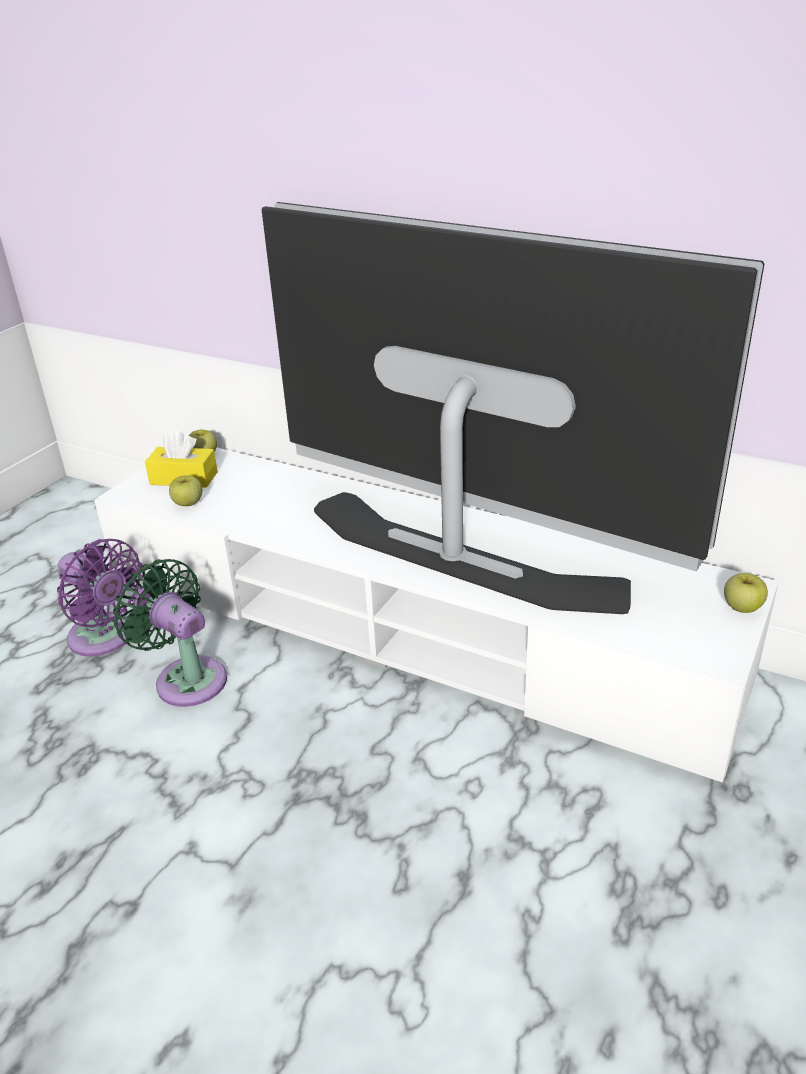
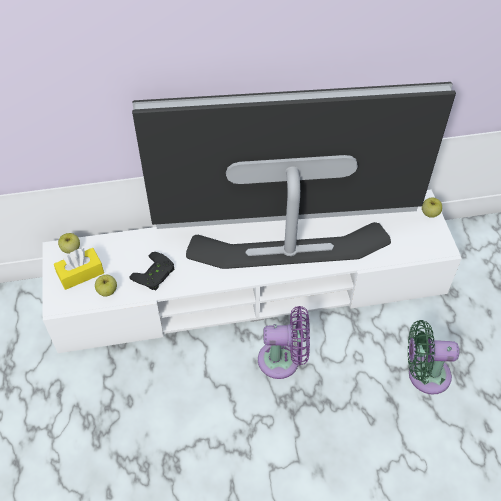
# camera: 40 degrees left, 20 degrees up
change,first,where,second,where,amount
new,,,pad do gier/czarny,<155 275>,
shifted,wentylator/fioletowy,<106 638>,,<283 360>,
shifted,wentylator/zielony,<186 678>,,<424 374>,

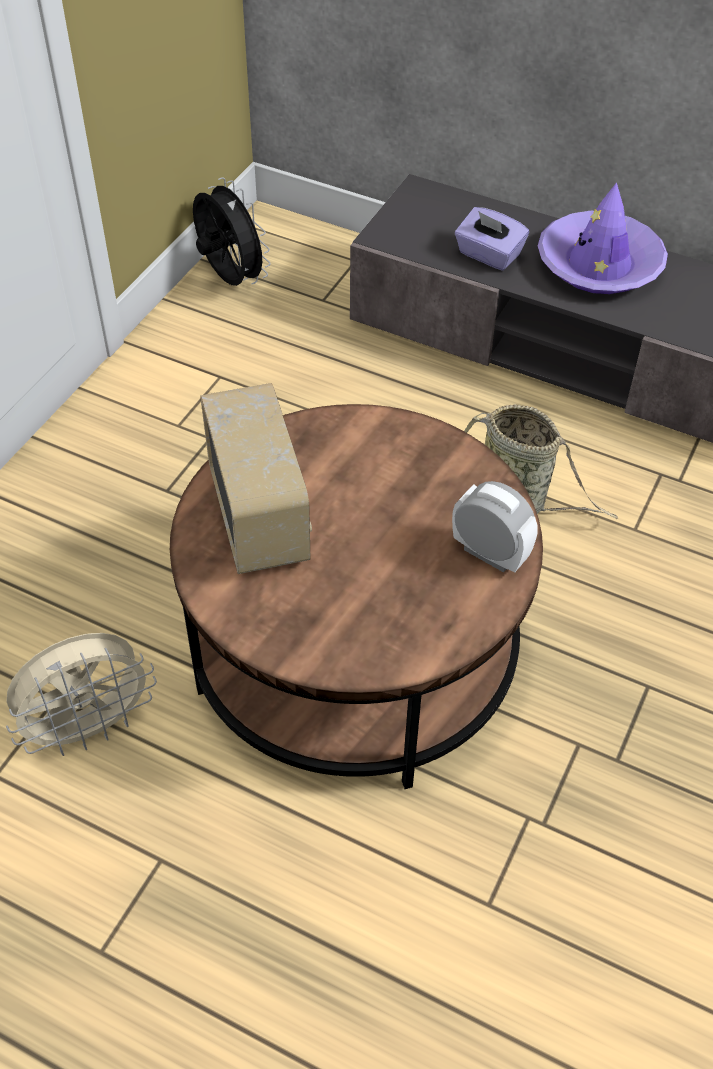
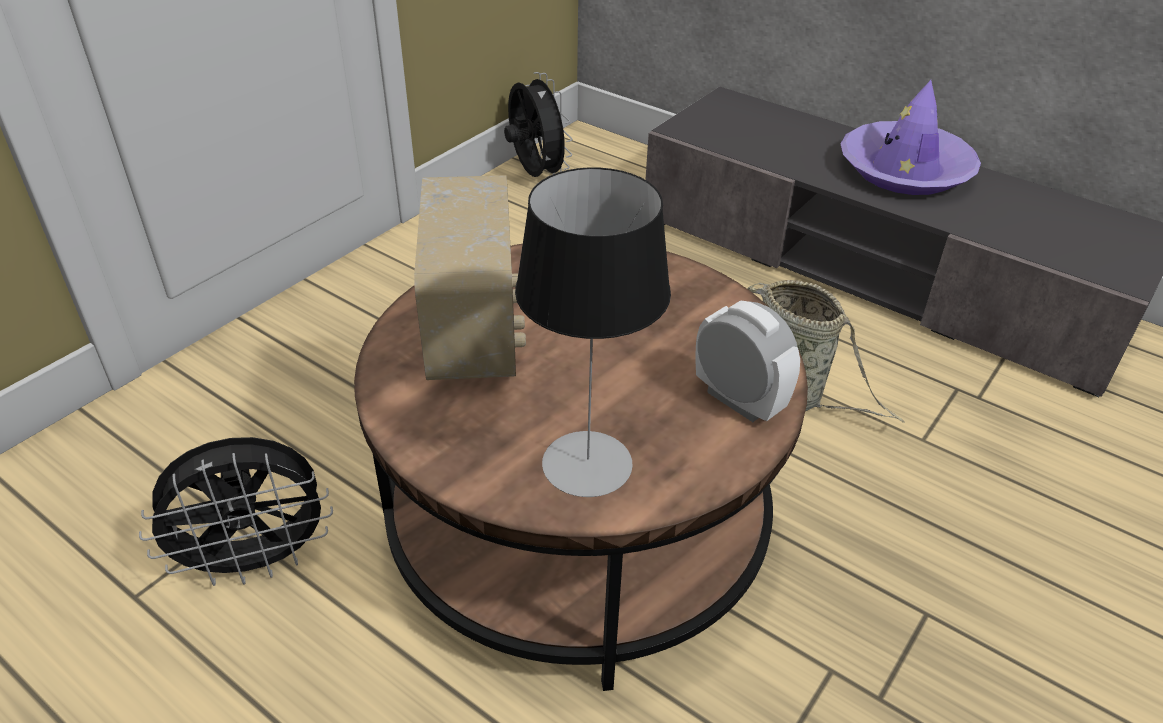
# camera: 10 degrees right, 10 degrees down
change,first,where,second,where,amount
gone,pudełko chusteczek/fioletowy,<488 255>,,,
new,,,lampa stołowa,<587 464>,
repainted,wentylator/beżowy,<89 728>,wentylator/czarny,<257 561>,

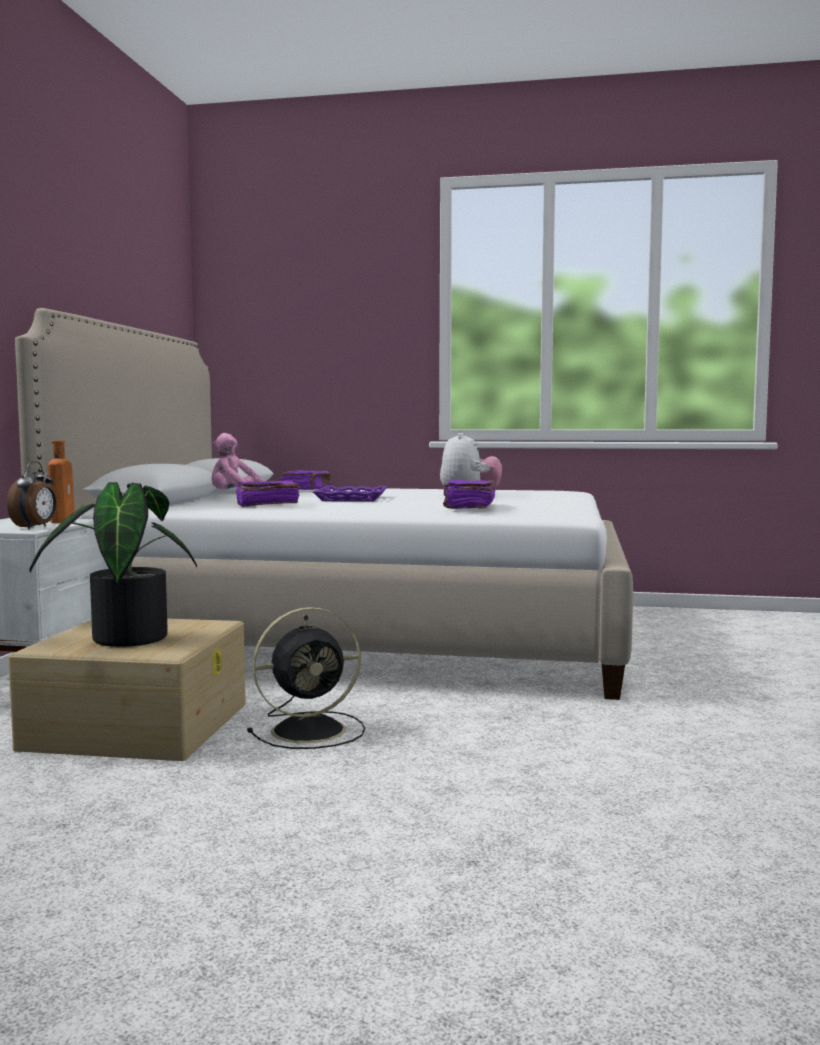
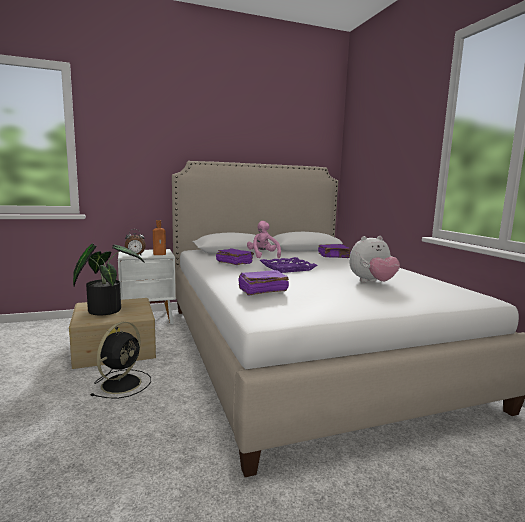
# camera: 60 degrees right, 5 degrees up
change,first,where,second,where,amount
rotated,wentylator/czarny,<312 730>,,<122 383>,105 degrees counterclockwise

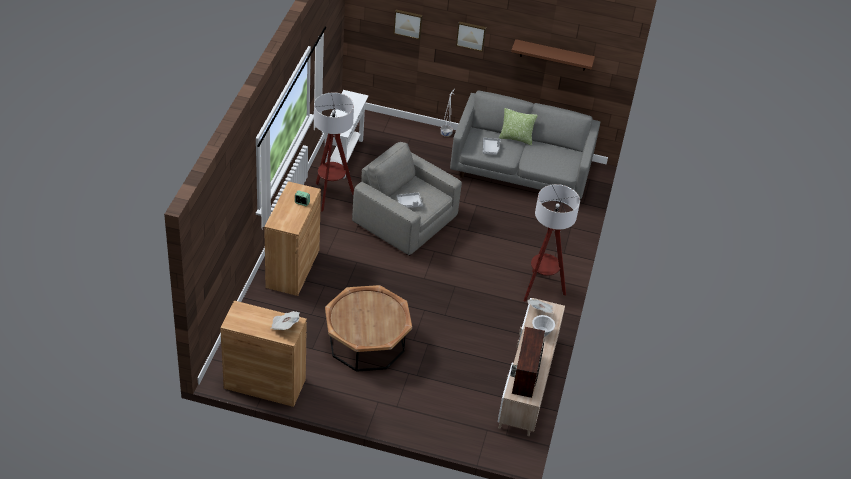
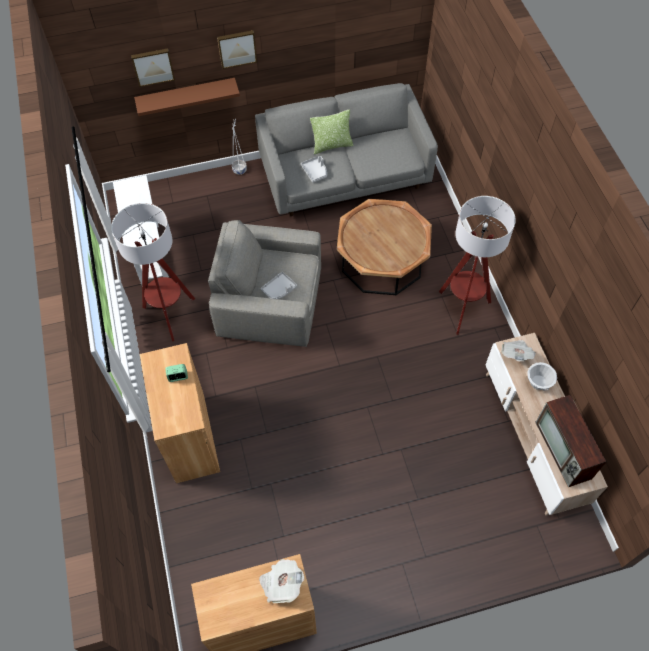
# camera: 25 degrees left, 15 degrees up
change,first,where,second,where,amount
shifted,ława/brązowy,<366 342>,,<382 261>,
shifted,półka/brązowy,<553 55>,,<186 96>,

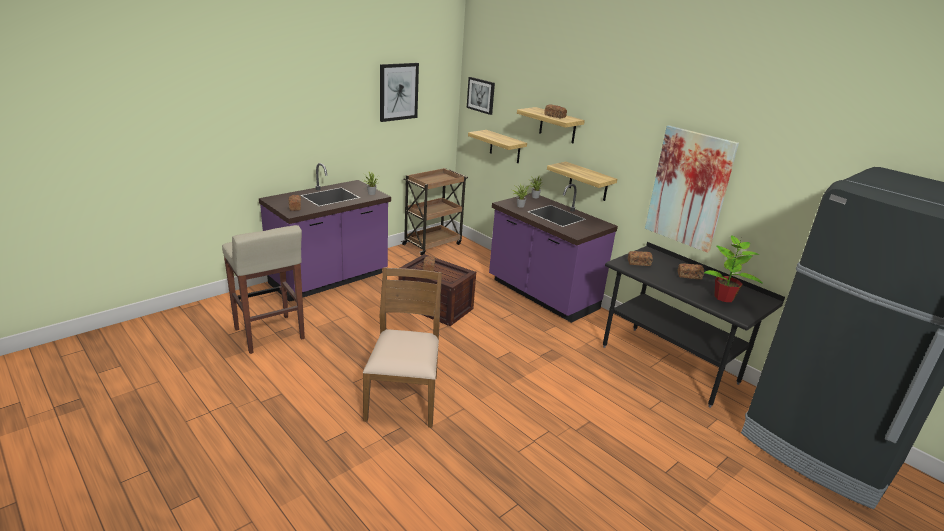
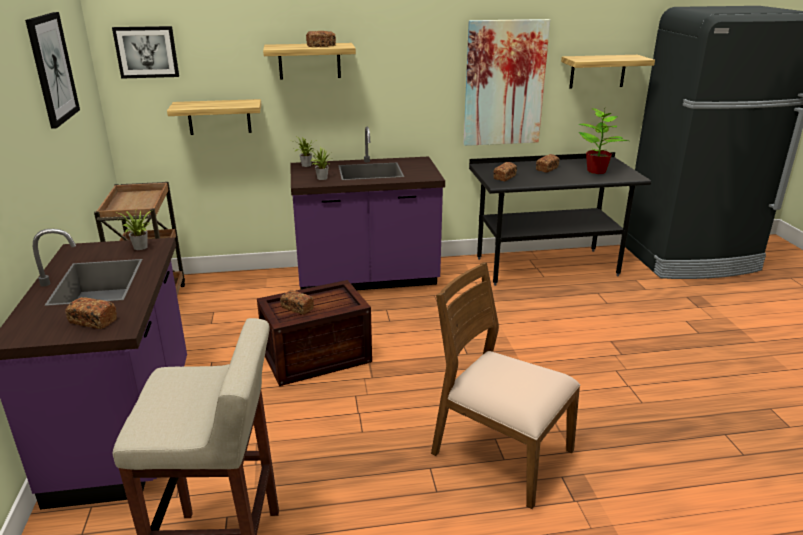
# camera: 55 degrees left, 0 degrees up
change,first,where,second,where,amount
shifted,półka,<588 182>,,<597 71>,

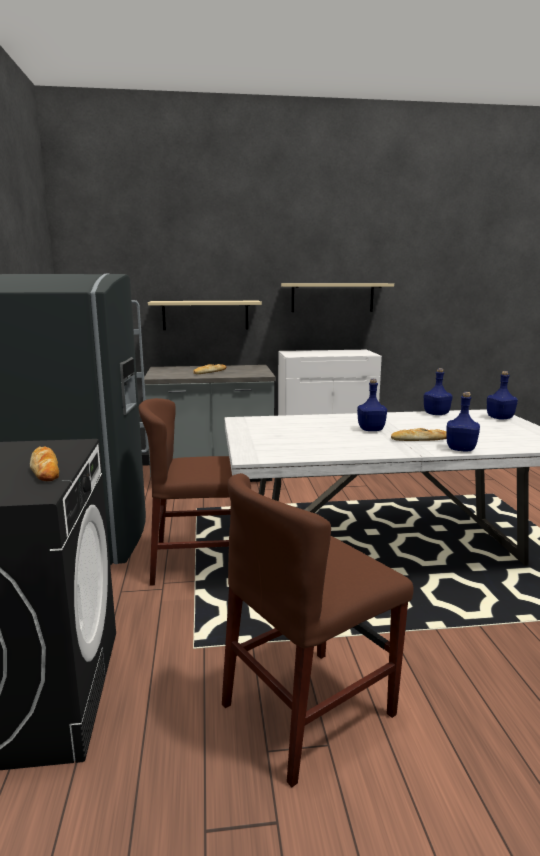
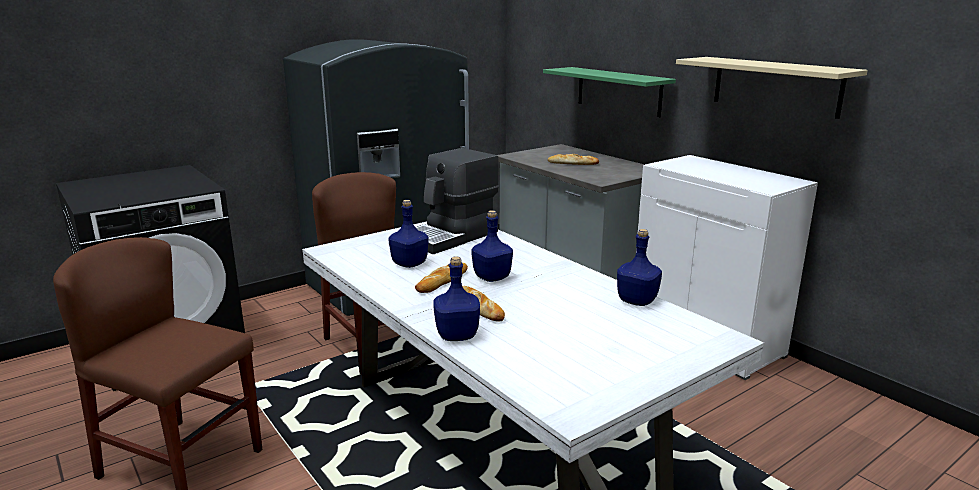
# camera: 60 degrees right, 5 degrees up
change,first,where,second,where,amount
new,,,ekspres do kawy,<451 236>,
shifted,chleb,<45 468>,,<443 281>,
shifted,butelka/niebieski,<499 418>,,<410 263>,
repainted,półka/beżowy,<205 315>,półka/zielony,<618 91>,

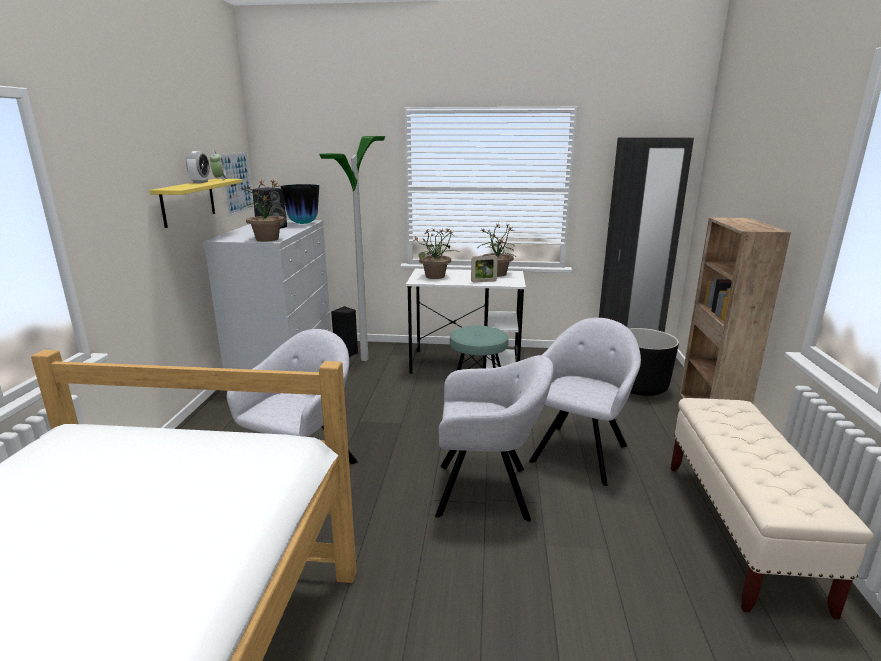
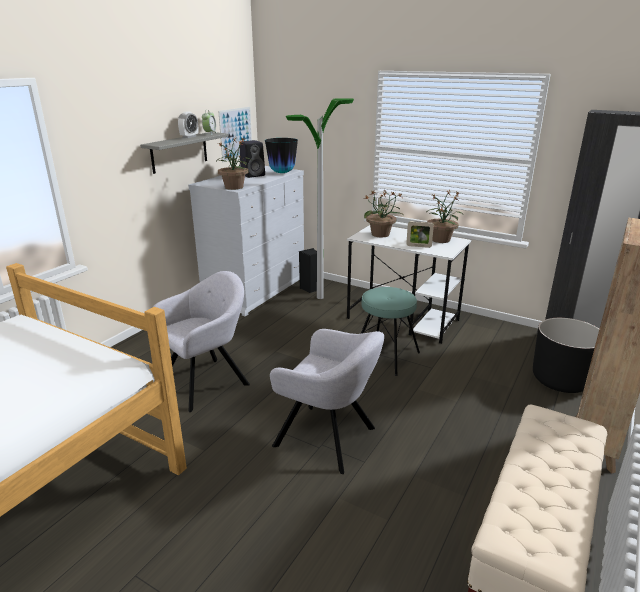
# camera: 25 degrees right, 5 degrees up
change,first,where,second,where,amount
gone,fotel/szary,<580 451>,,,
repainted,półka/żółty,<188 202>,półka/szary,<179 152>,

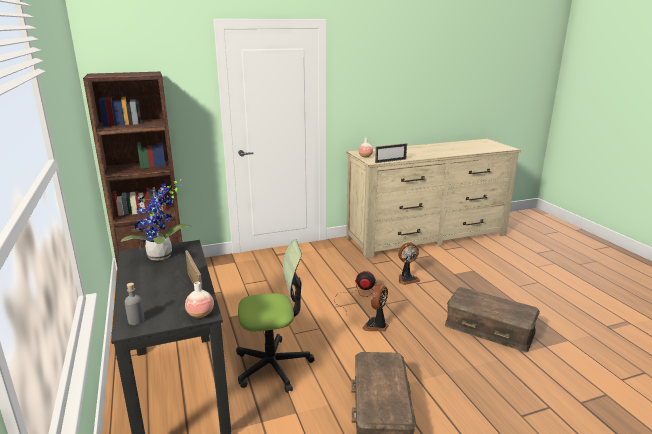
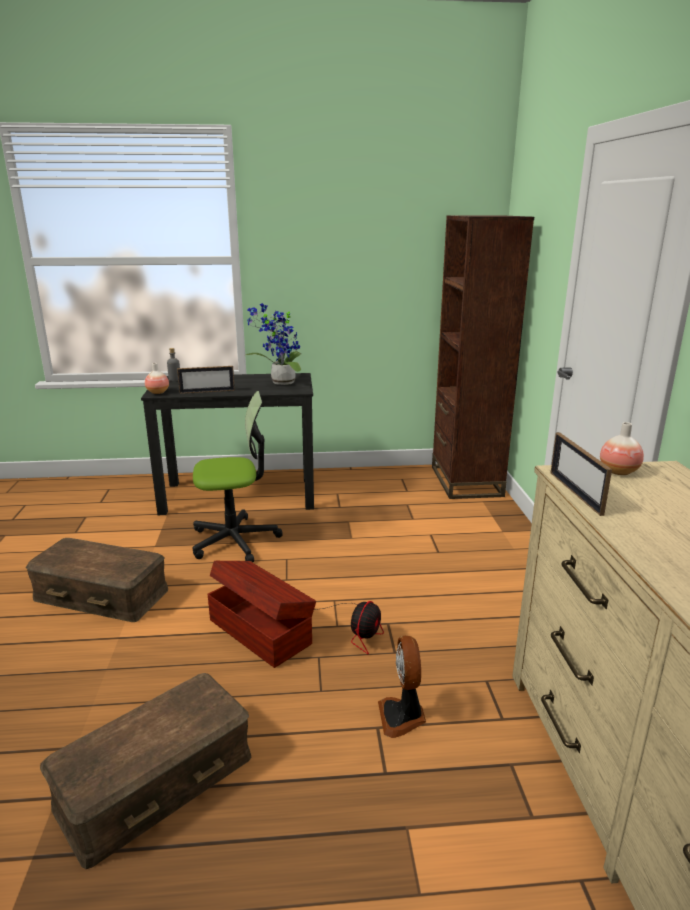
# camera: 105 degrees right, 0 degrees up
change,first,where,second,where,amount
swapped,wentylator,<376 326>,pojemnik do przechowywania/brązowy,<260 630>,
rotated,krzesło biurowe,<273 366>,,<235 540>,105 degrees counterclockwise

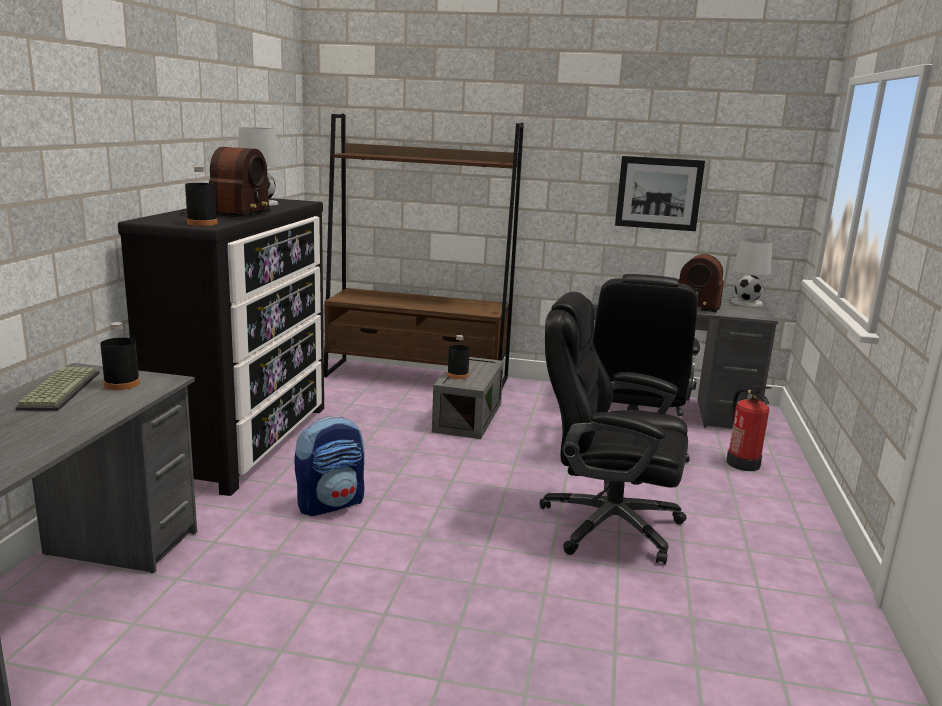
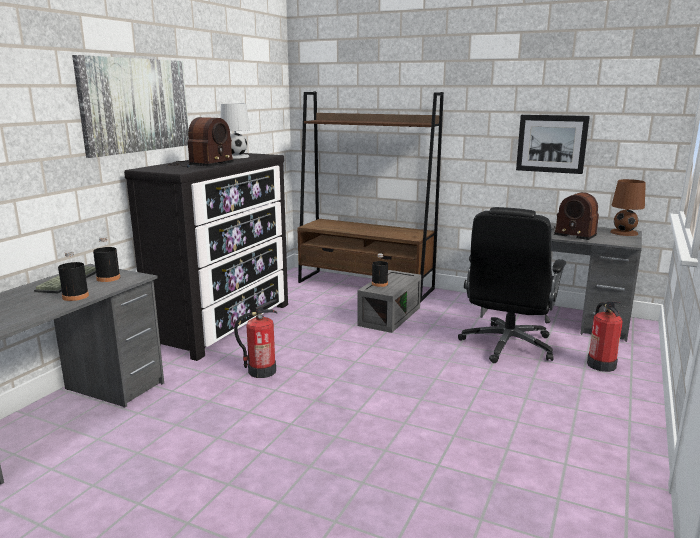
# camera: 15 degrees right, 0 degrees up
change,first,where,second,where,amount
gone,krzesło biurowe/czarny,<606 524>,,,
new,,,obraz,<136 105>,
shifted,butelka/czarny,<202 223>,,<75 296>,
swapped,plecak,<331 504>,gaśnica,<261 371>,
repainted,lampa stołowa/biały,<747 303>,lampa stołowa/brązowy,<624 233>,

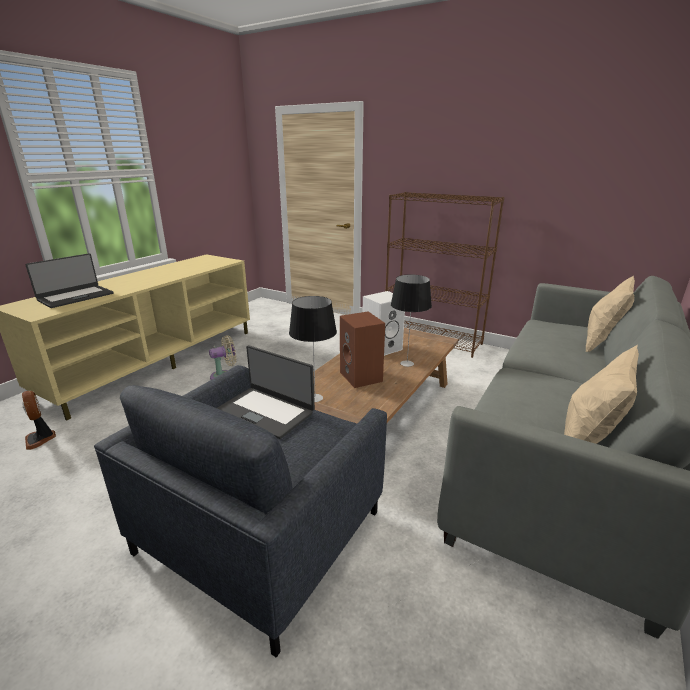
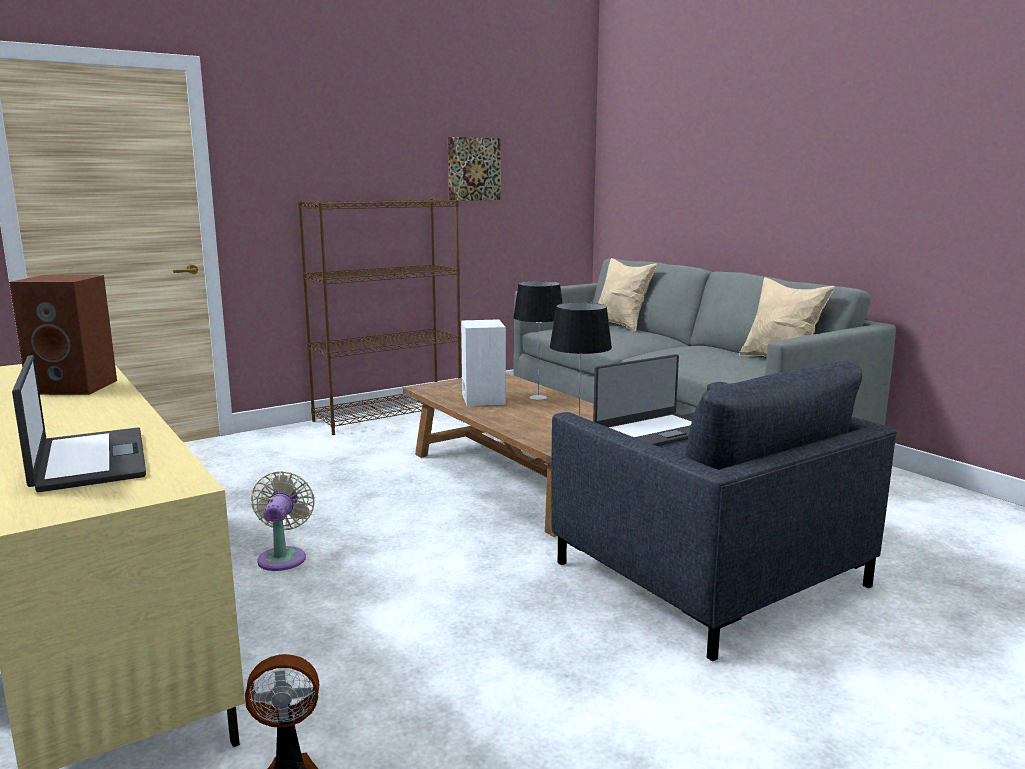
# camera: 65 degrees left, 10 degrees down
change,first,where,second,where,amount
new,,,obraz,<474 169>,
shifted,głośnik/brązowy,<362 377>,,<76 387>,

